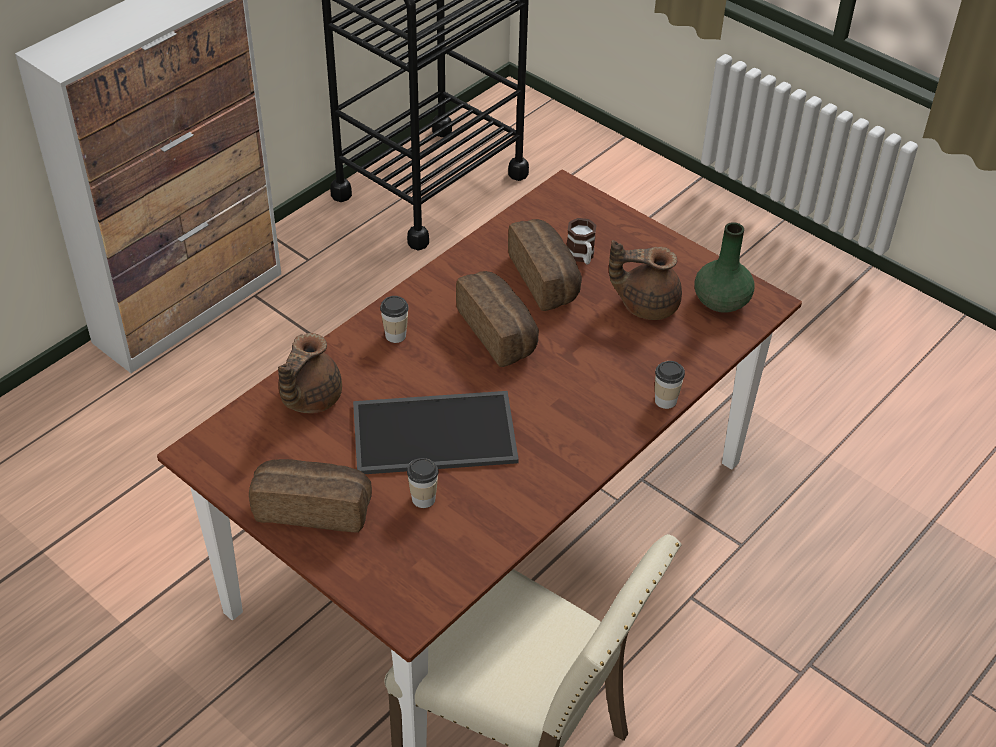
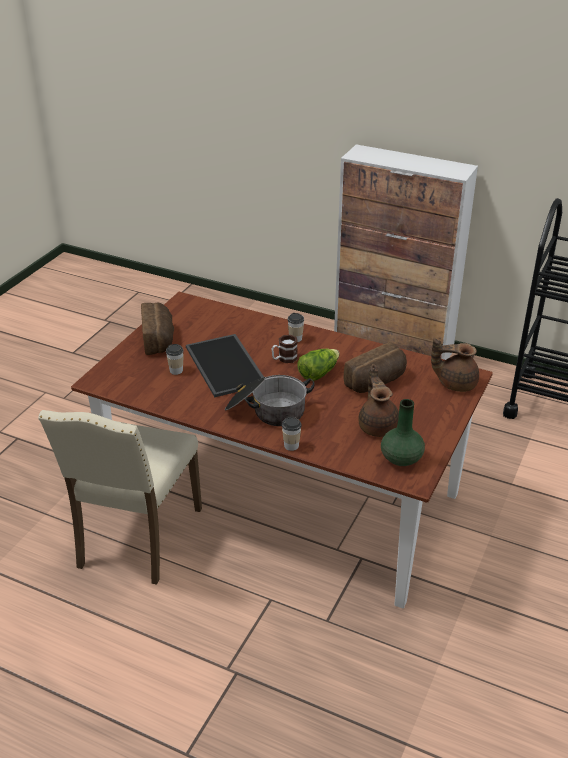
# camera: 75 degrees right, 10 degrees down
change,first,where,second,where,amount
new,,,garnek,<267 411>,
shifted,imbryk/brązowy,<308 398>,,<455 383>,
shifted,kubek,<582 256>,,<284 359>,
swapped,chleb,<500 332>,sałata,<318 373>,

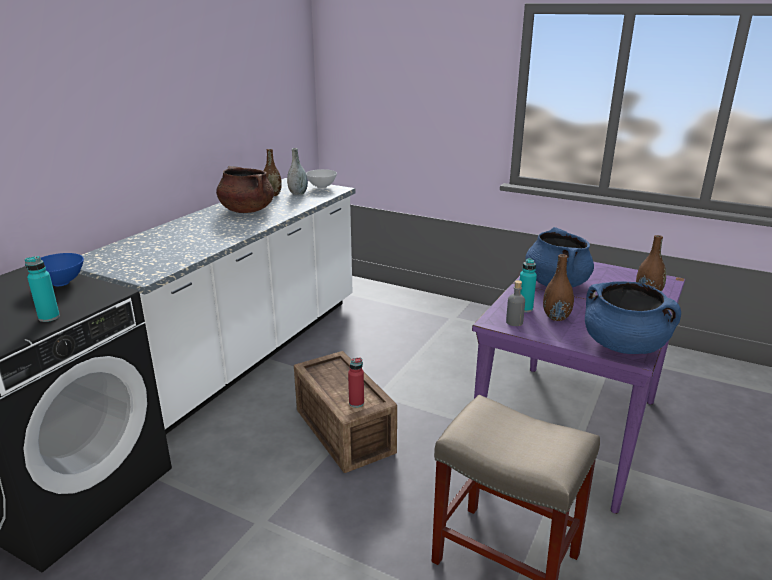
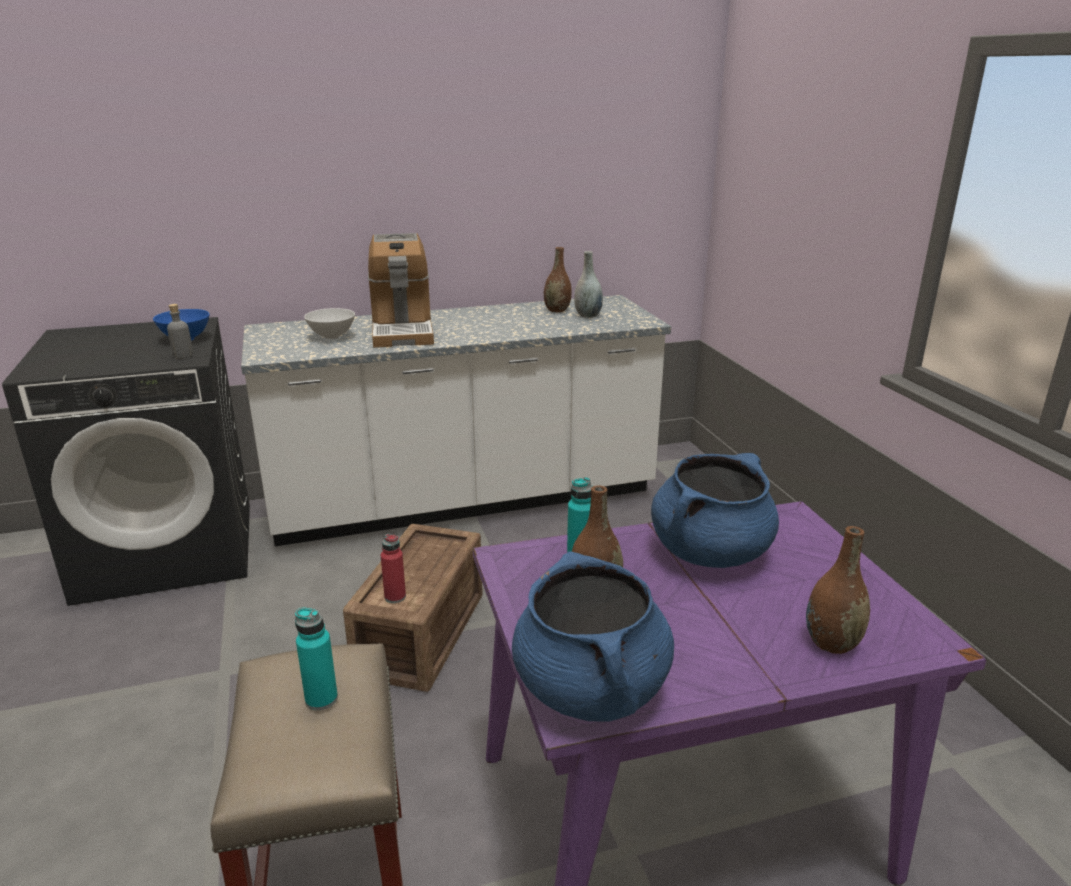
# camera: 45 degrees right, 0 degrees up
change,first,where,second,where,amount
gone,garnek/brązowy,<246 210>,,,
new,,,ekspres do kawy,<402 330>,
shifted,butelka/turkusowy,<49 317>,,<321 699>,
shifted,miska/biały,<322 187>,,<332 337>,
shifted,butelka/szary,<514 322>,,<183 355>,

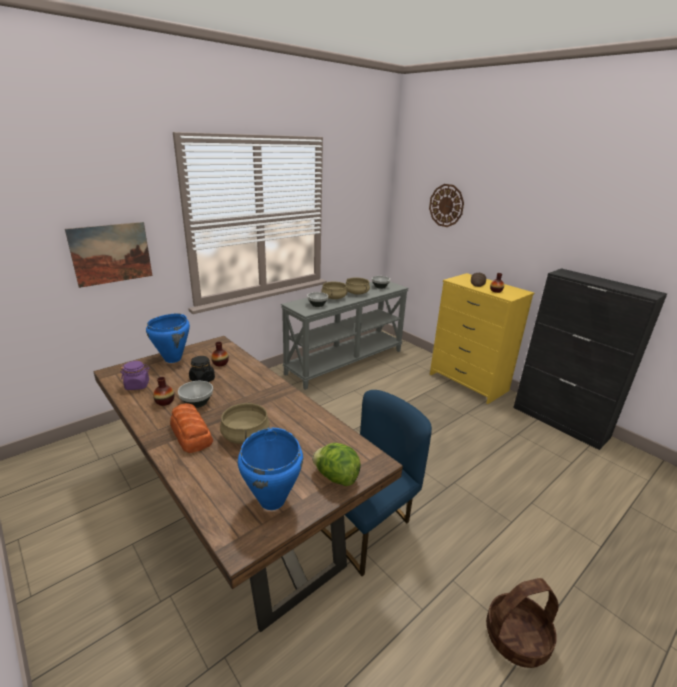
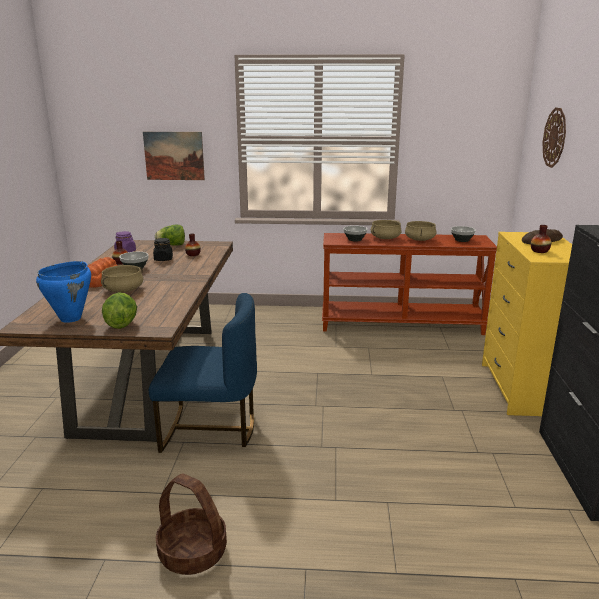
# camera: 45 degrees right, 5 degrees down
change,first,where,second,where,amount
swapped,garnek/niebieski,<173 359>,sałata,<172 245>,
repainted,stolik konsolowy/szary,<345 361>,stolik konsolowy/brązowy,<401 324>,

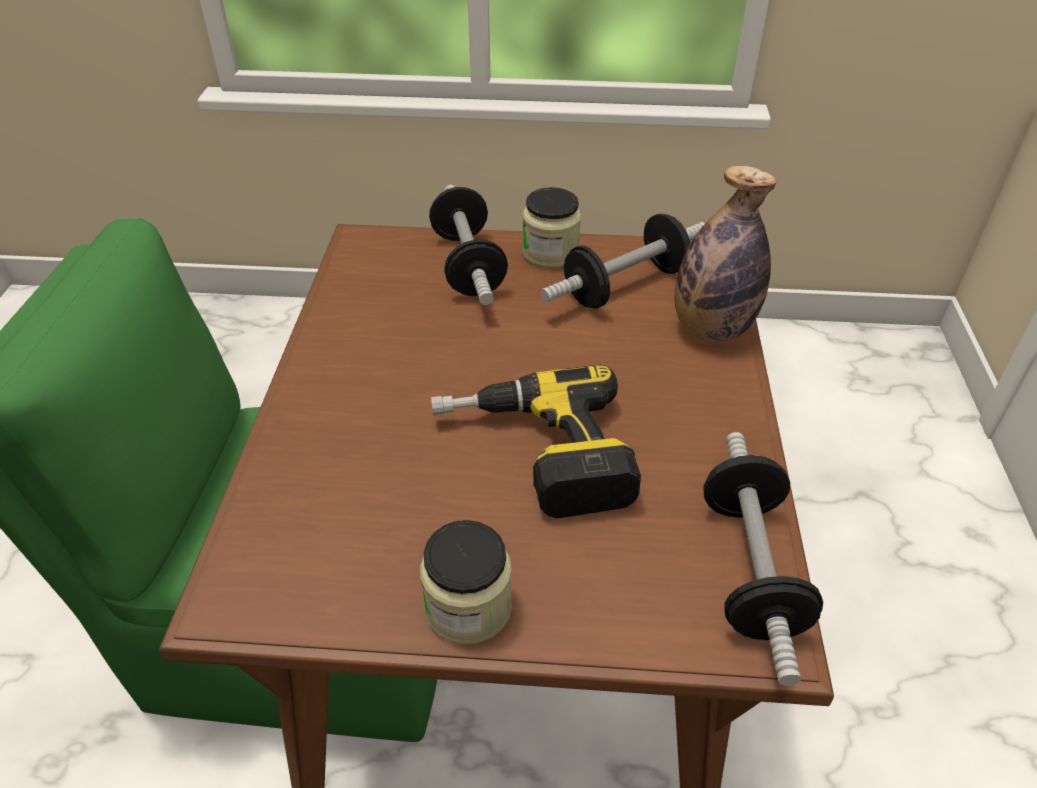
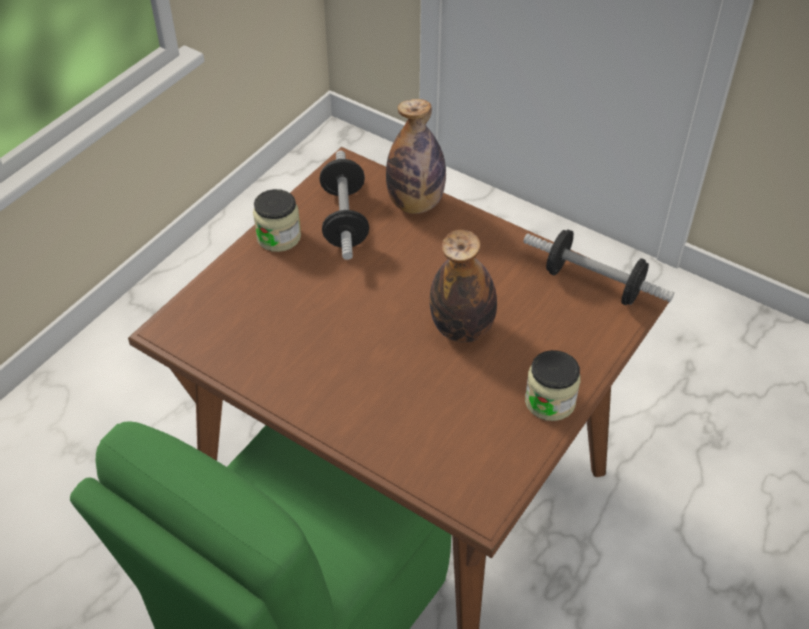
# camera: 60 degrees left, 5 degrees up
change,first,where,second,where,amount
gone,hantel,<468 265>,,,
swapped,wiertarka,<534 456>,butelka,<462 329>,

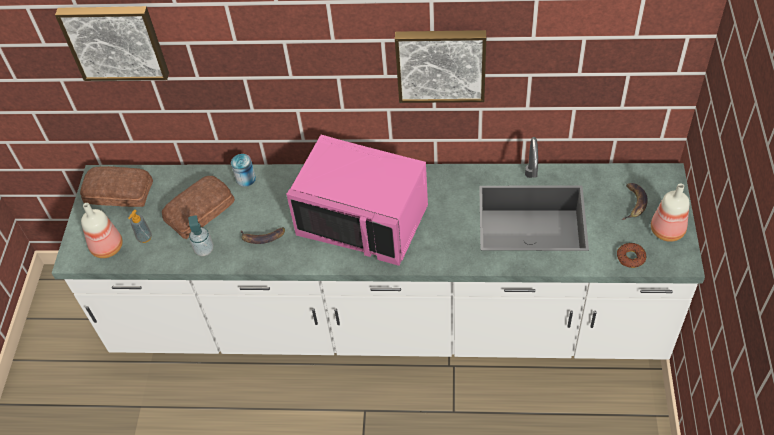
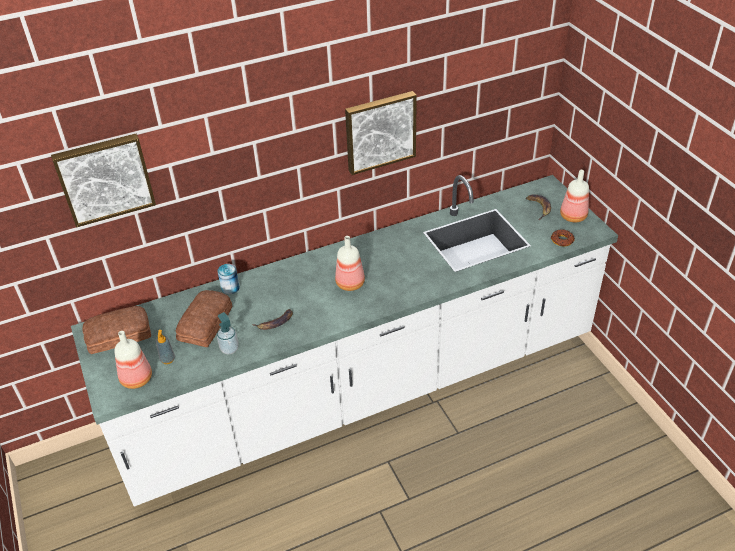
# camera: 30 degrees left, 10 degrees down
change,first,where,second,where,amount
swapped,mikrofalówka/różowy,<364 220>,butelka,<351 283>,

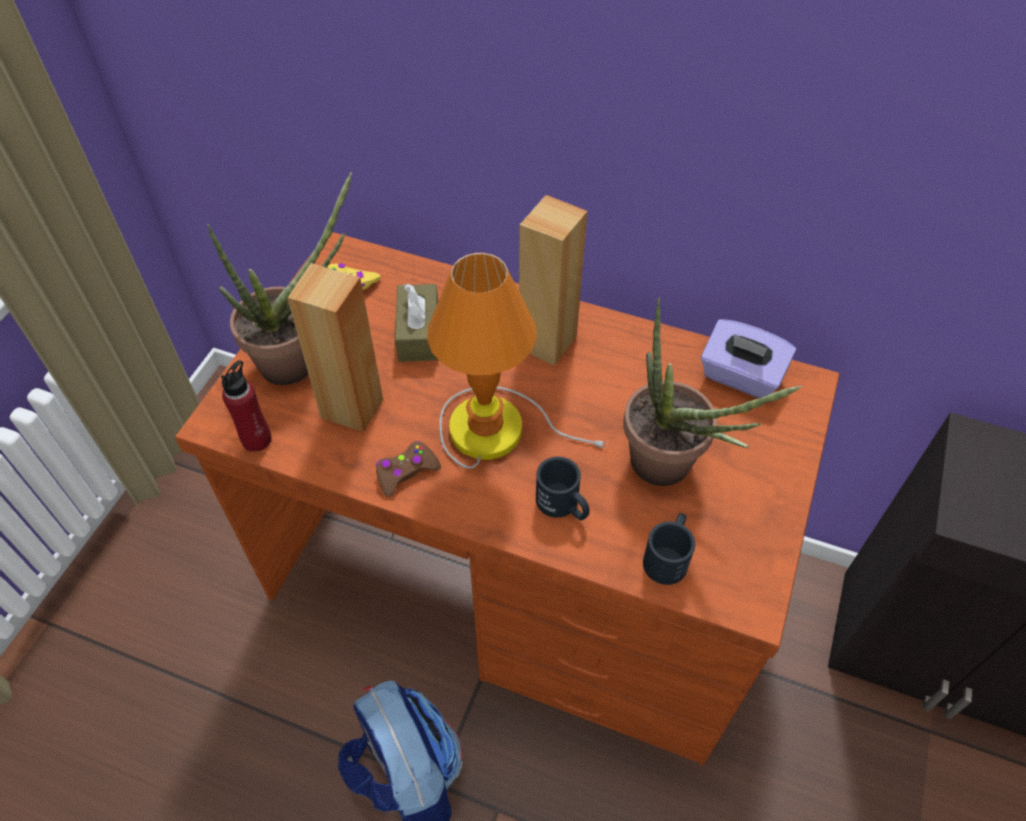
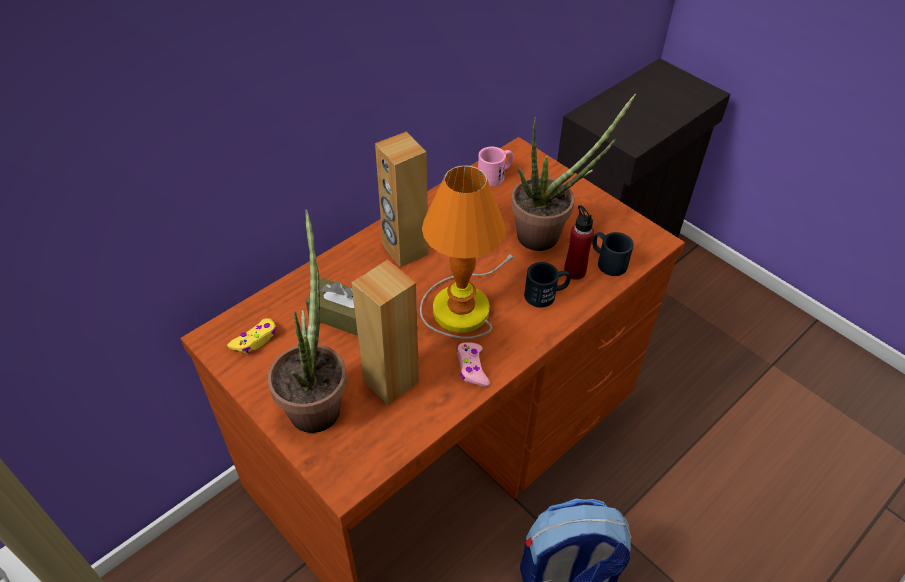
# camera: 65 degrees left, 5 degrees down
change,first,where,second,where,amount
shifted,butelka/czerwony,<257 439>,,<574 271>,
swapped,pudełko chusteczek/fioletowy,<740 376>,kubek/różowy,<495 175>,
repainted,pad do gier/brązowy,<406 472>,pad do gier/różowy,<472 368>,

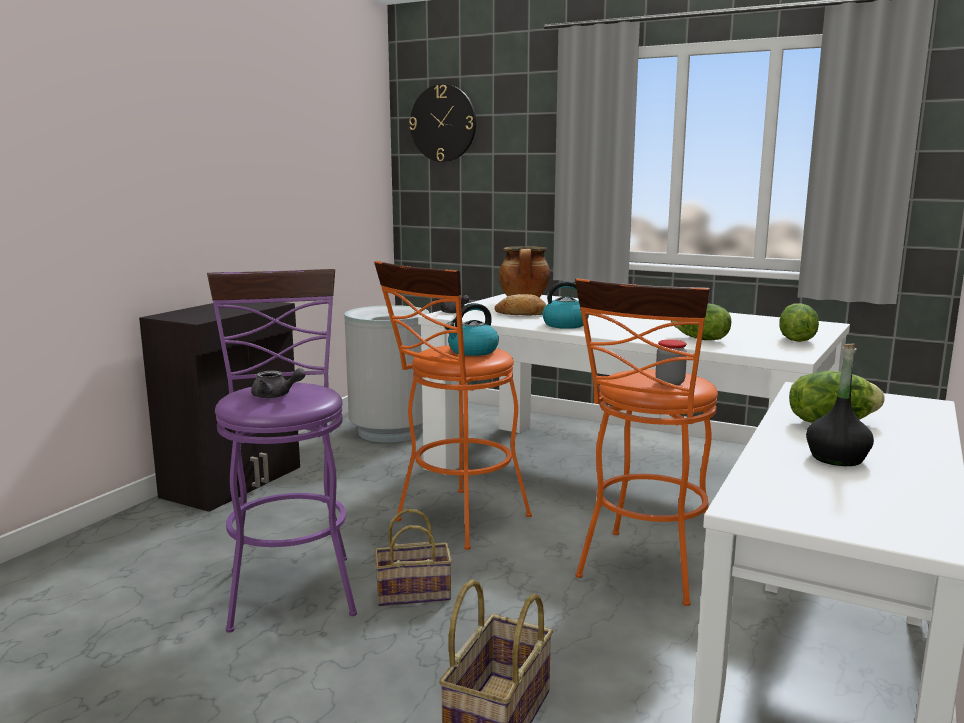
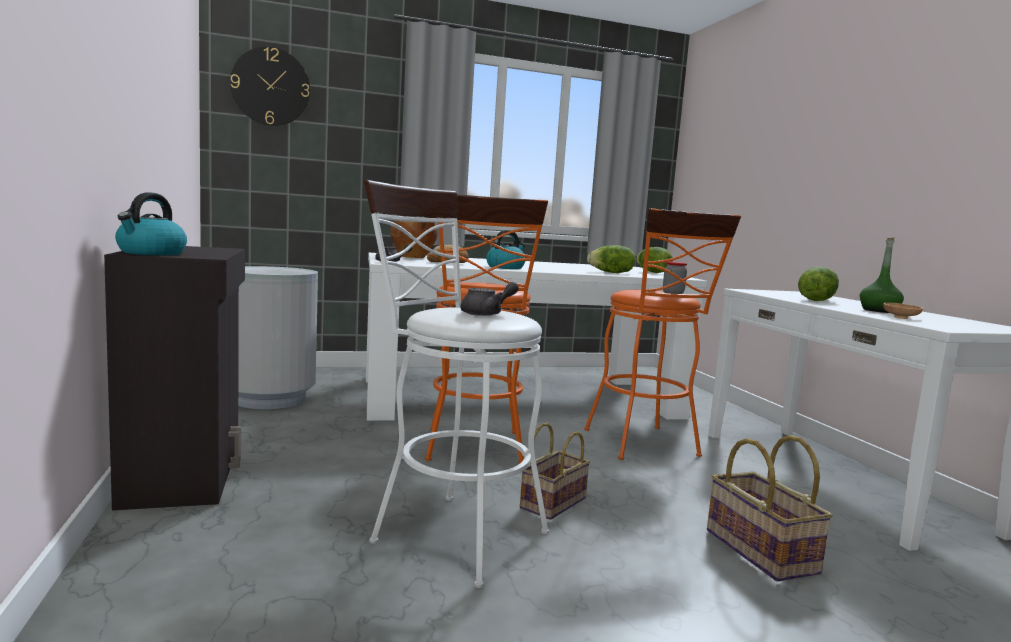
# camera: 45 degrees left, 5 degrees down
change,first,where,second,where,amount
new,,,miska/brązowy,<901 317>,
shifted,czajnik,<472 351>,,<151 253>,
repainted,stołek/fioletowy,<290 585>,stołek/biały,<449 532>,
repainted,butelka/czarny,<836 458>,butelka/zielony,<878 311>,

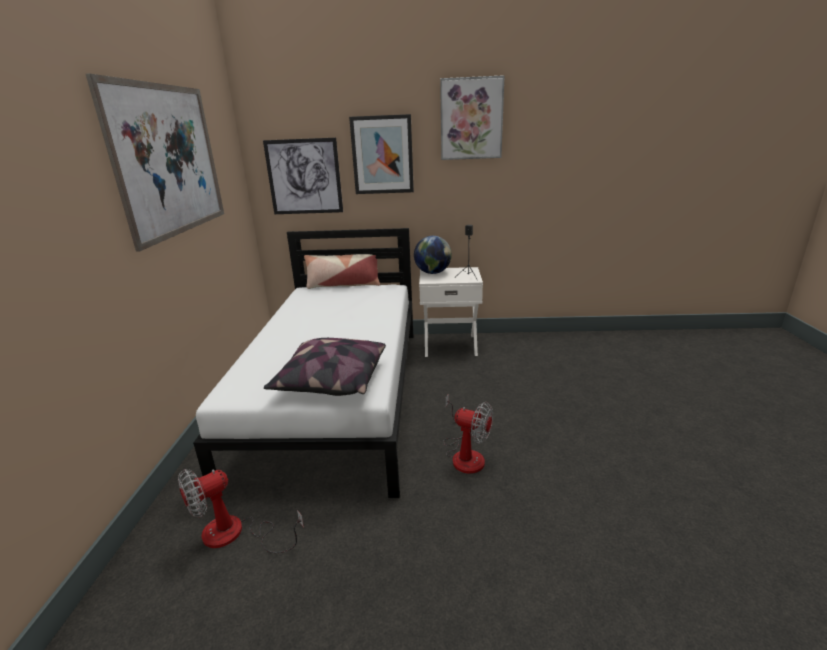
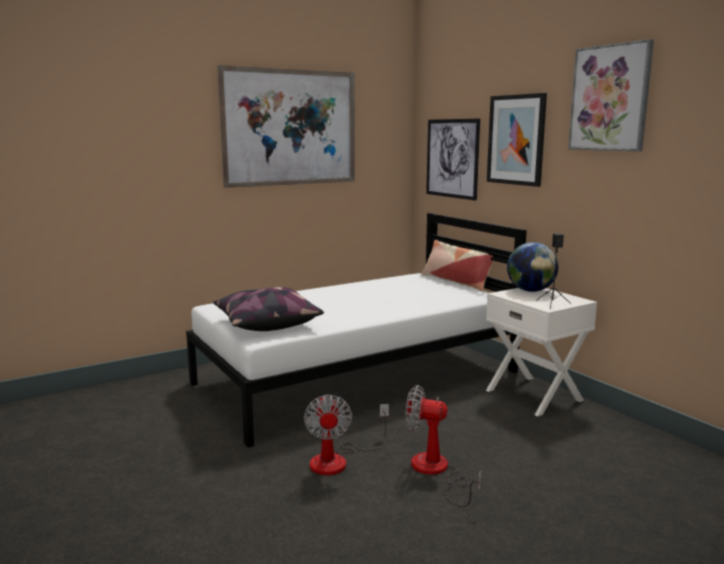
# camera: 55 degrees right, 10 degrees down
change,first,where,second,where,amount
shifted,wentylator,<235 534>,,<436 472>,

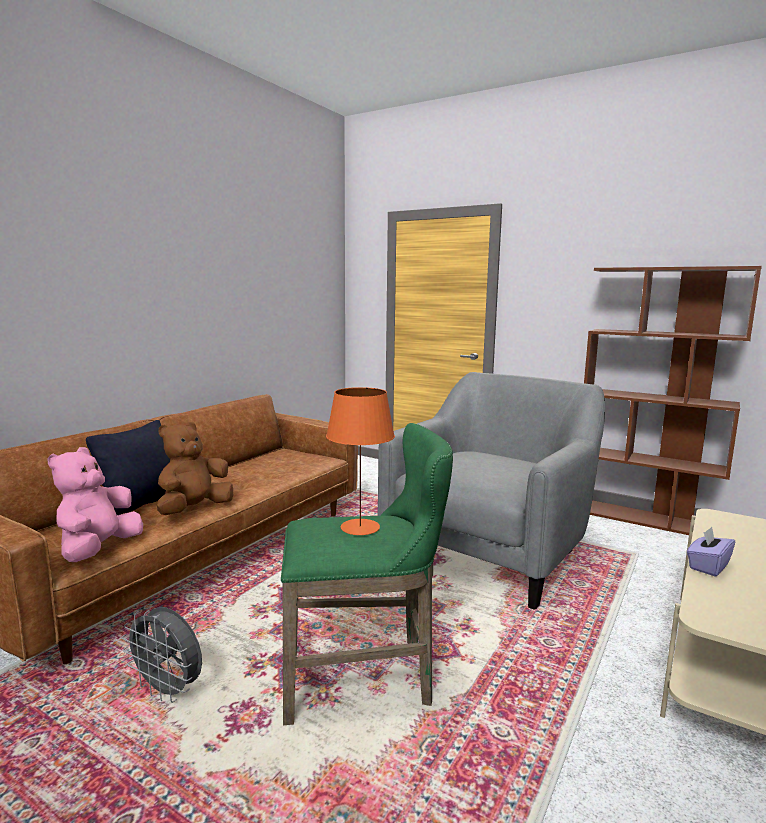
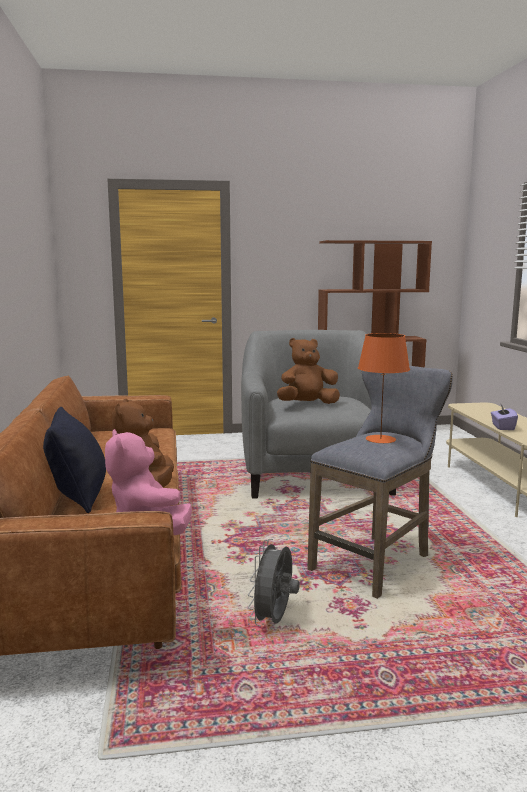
# camera: 40 degrees left, 0 degrees up
change,first,where,second,where,amount
new,,,pluszak/brązowy,<307 404>,
repainted,stołek/zielony,<365 681>,stołek/szary,<376 562>,
rotated,wentylator/szary,<169 691>,,<274 621>,120 degrees clockwise

